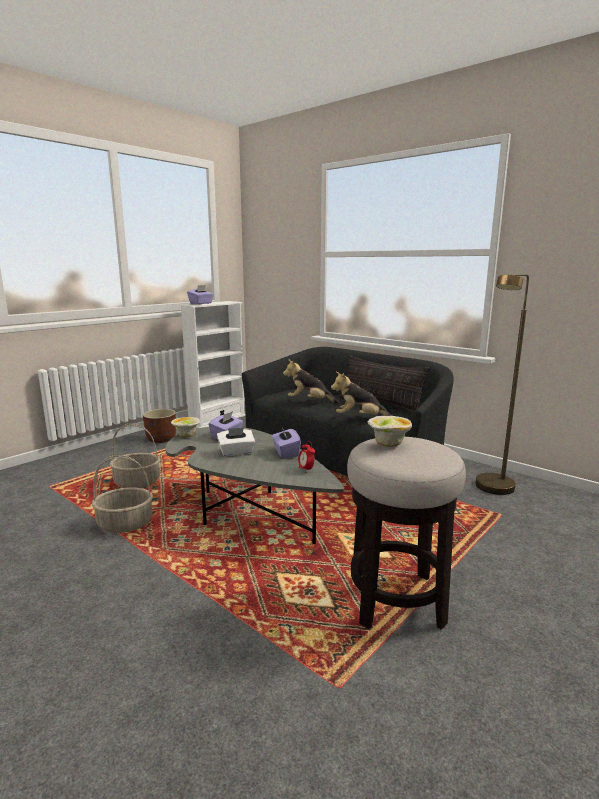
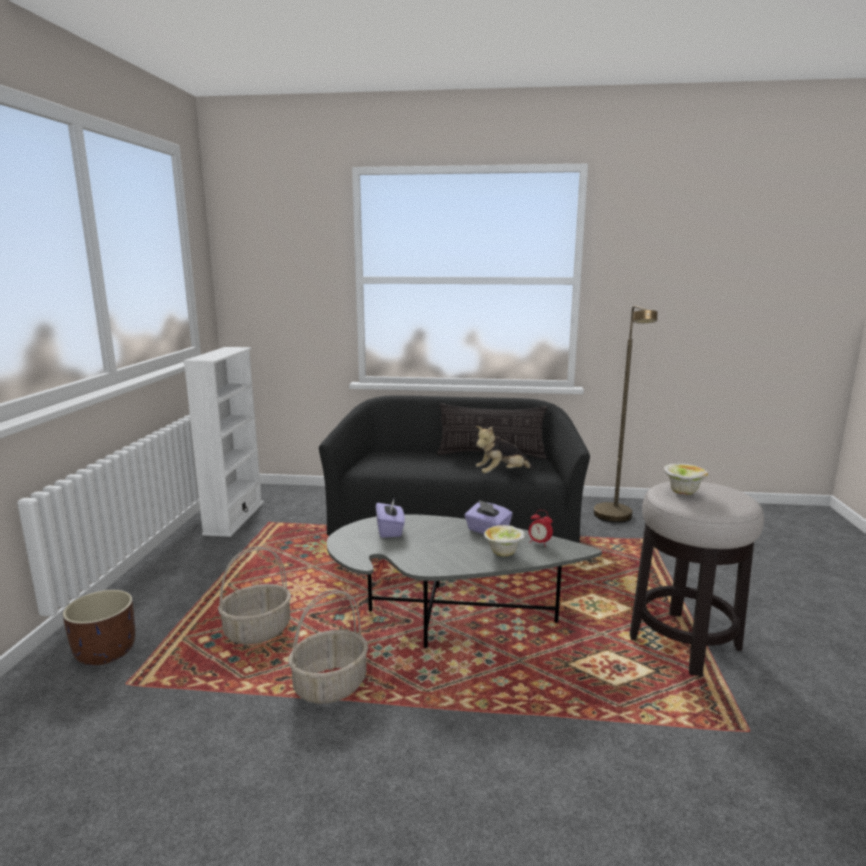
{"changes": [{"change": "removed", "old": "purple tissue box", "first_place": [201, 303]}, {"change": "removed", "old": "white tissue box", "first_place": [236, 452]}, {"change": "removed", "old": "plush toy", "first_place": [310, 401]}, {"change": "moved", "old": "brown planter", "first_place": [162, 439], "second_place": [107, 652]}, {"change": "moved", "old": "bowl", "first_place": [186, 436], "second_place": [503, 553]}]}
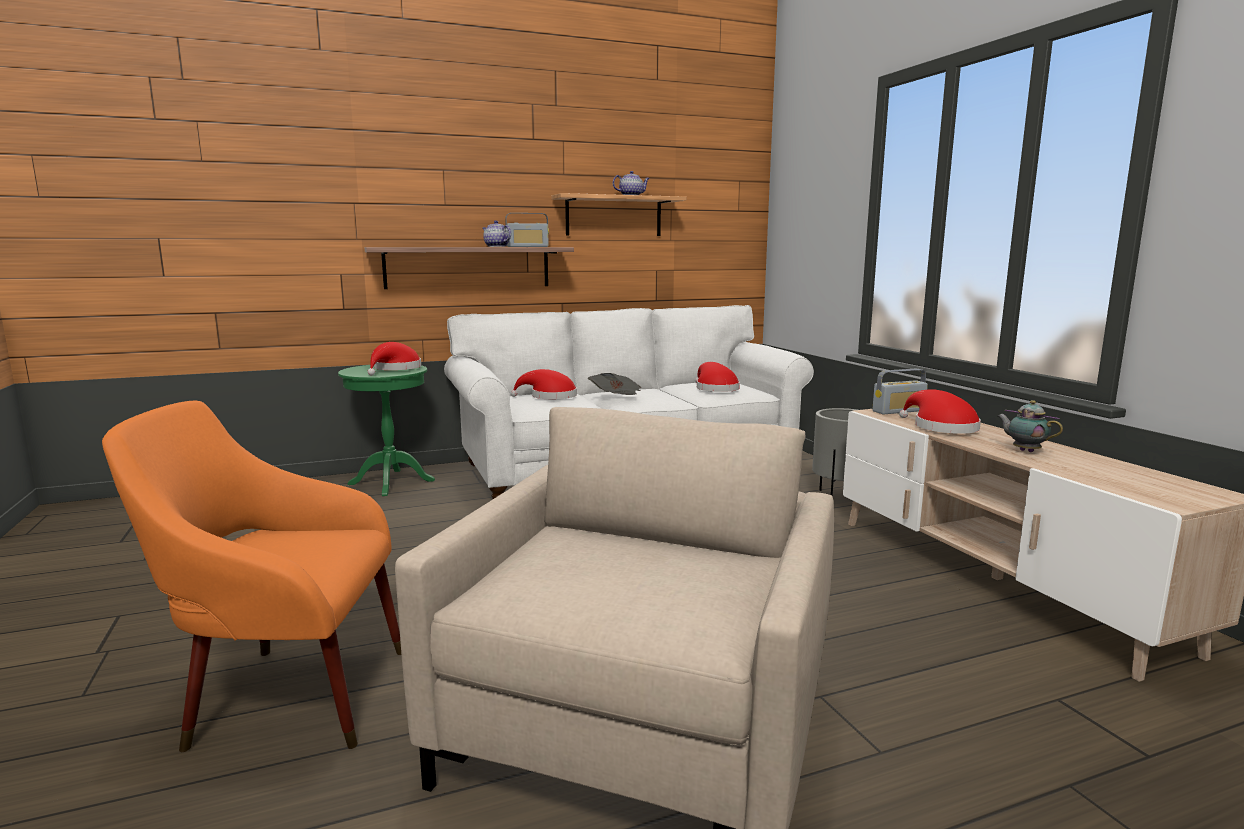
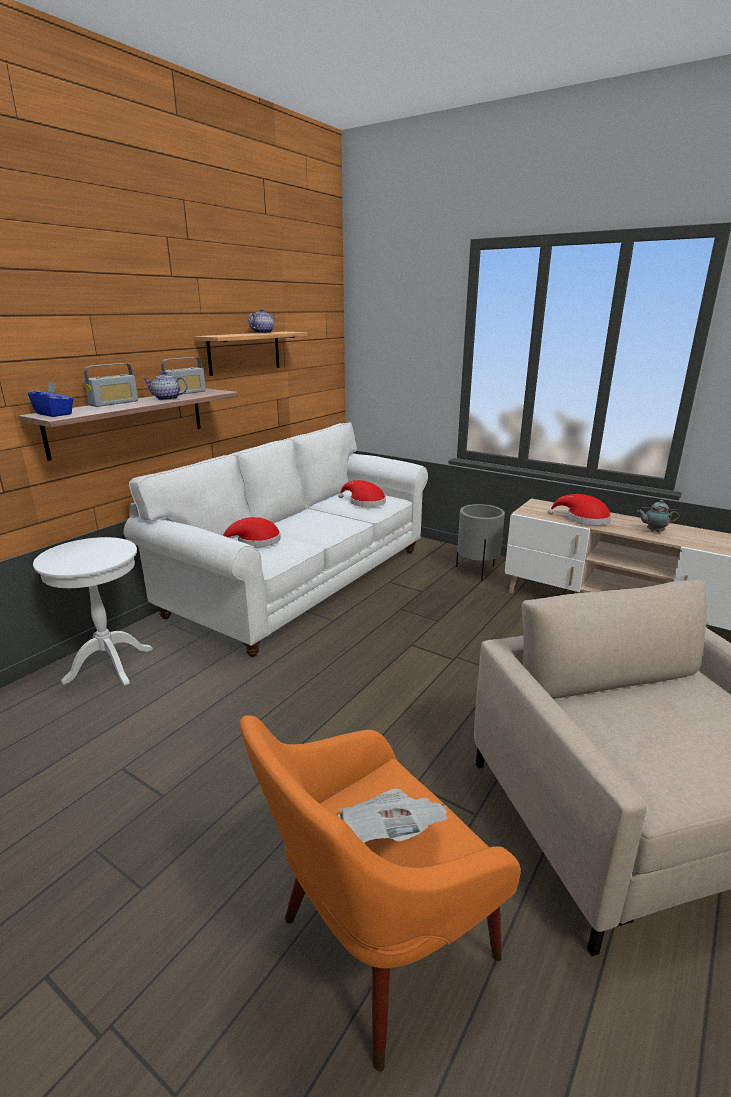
{"changes": [{"change": "removed", "old": "red hat", "first_place": [395, 369]}, {"change": "added", "new": "blue tissue box", "second_place": [54, 414]}, {"change": "moved", "old": "newspaper", "first_place": [616, 399], "second_place": [389, 835]}, {"change": "moved", "old": "radio", "first_place": [898, 411], "second_place": [114, 403]}, {"change": "recoloured", "old": "green side table", "new": "white side table", "first_place": [391, 482], "second_place": [109, 665]}]}
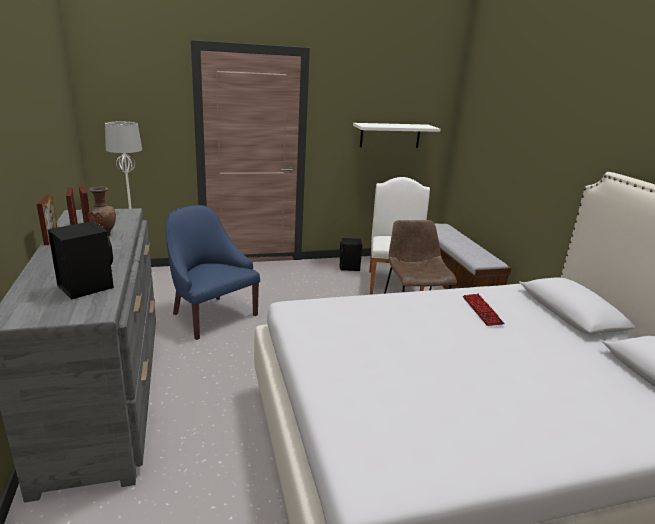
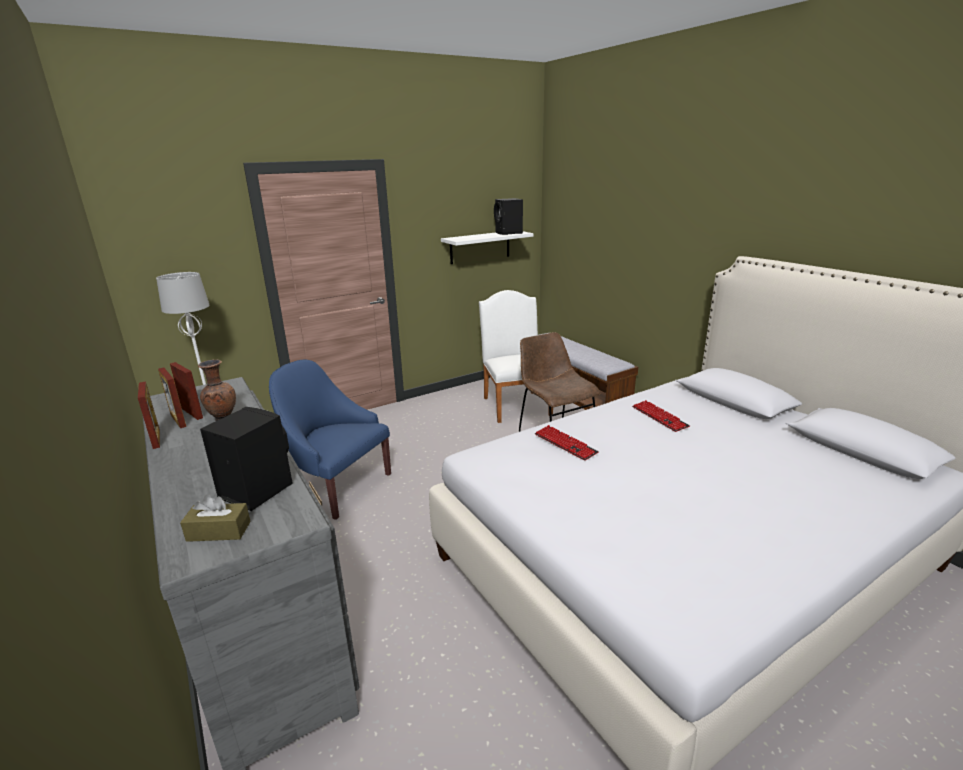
{"changes": [{"change": "added", "new": "brown tissue box", "second_place": [219, 531]}, {"change": "added", "new": "keyboard", "second_place": [565, 444]}, {"change": "moved", "old": "black speaker", "first_place": [349, 267], "second_place": [508, 233]}]}
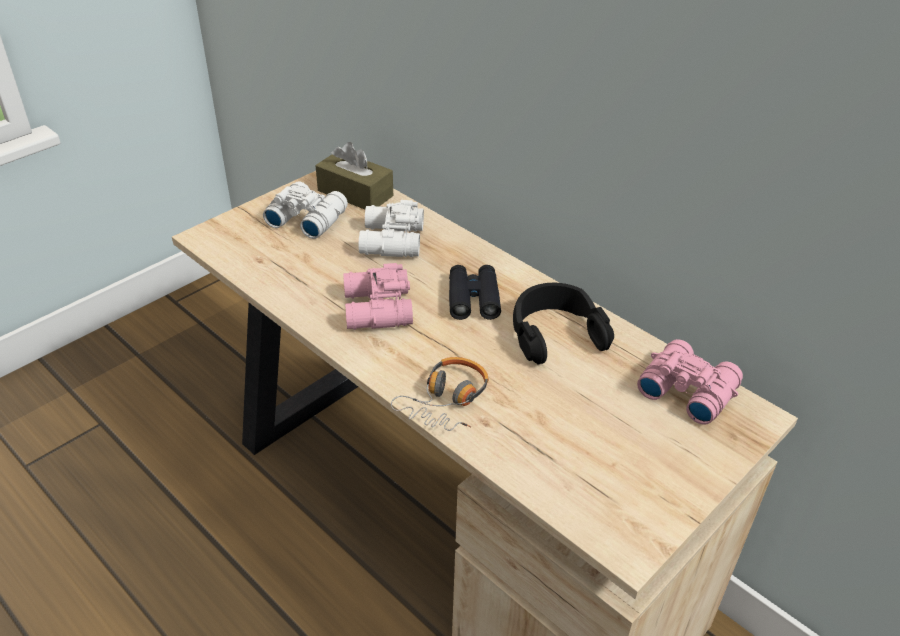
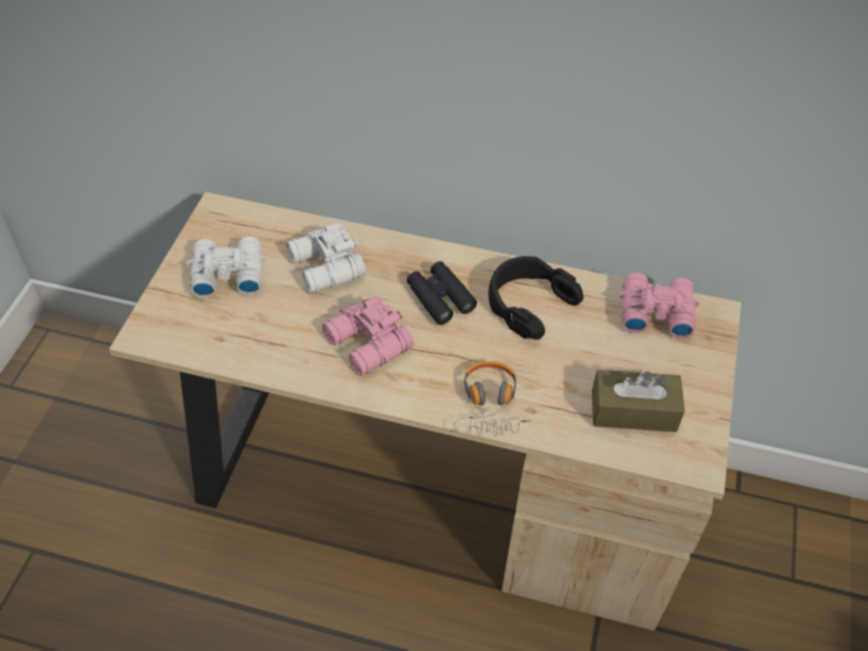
{"changes": [{"change": "moved", "old": "brown tissue box", "first_place": [355, 193], "second_place": [633, 411]}]}
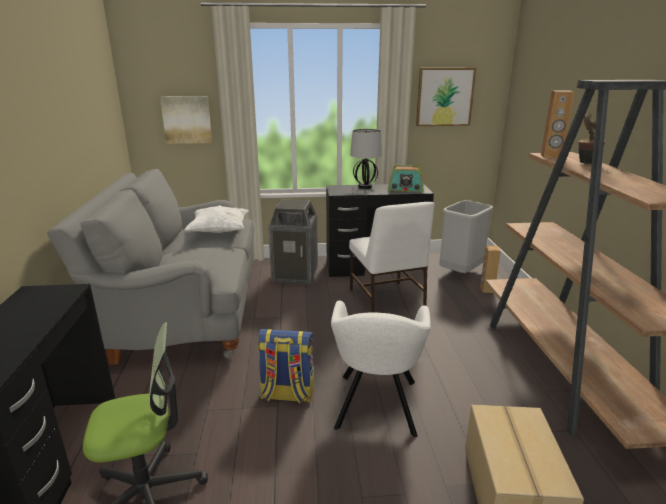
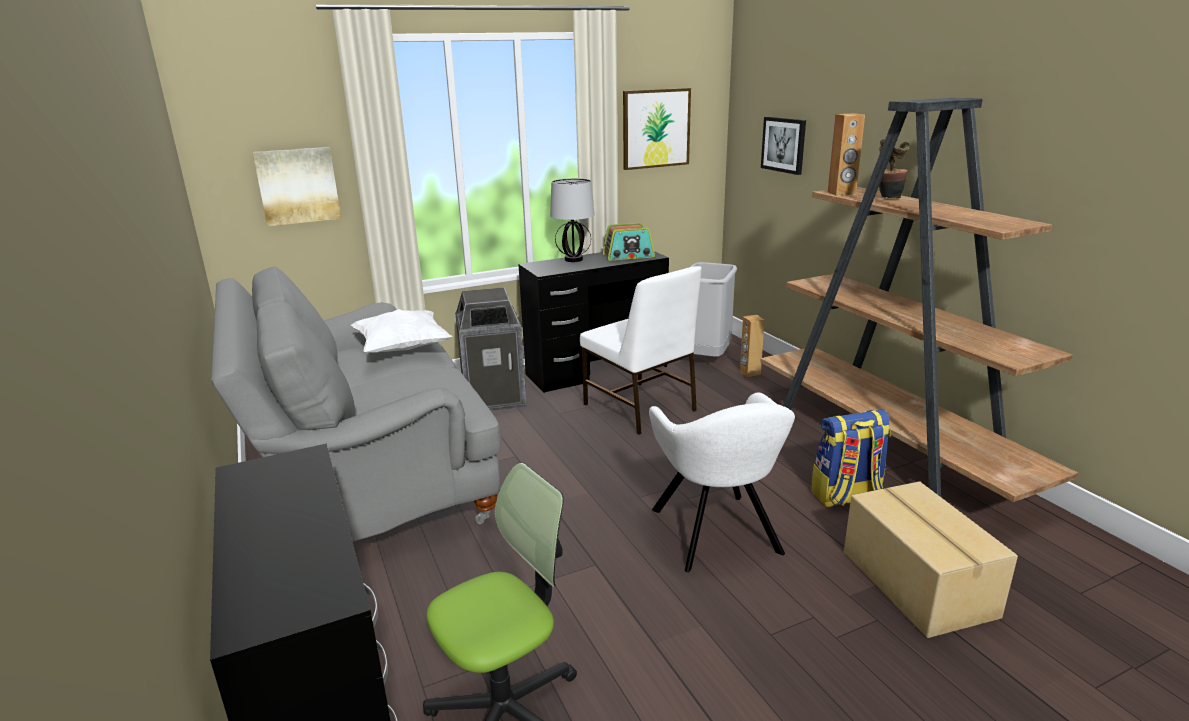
{"changes": [{"change": "added", "new": "picture", "second_place": [784, 145]}, {"change": "moved", "old": "backpack", "first_place": [287, 394], "second_place": [846, 496]}]}
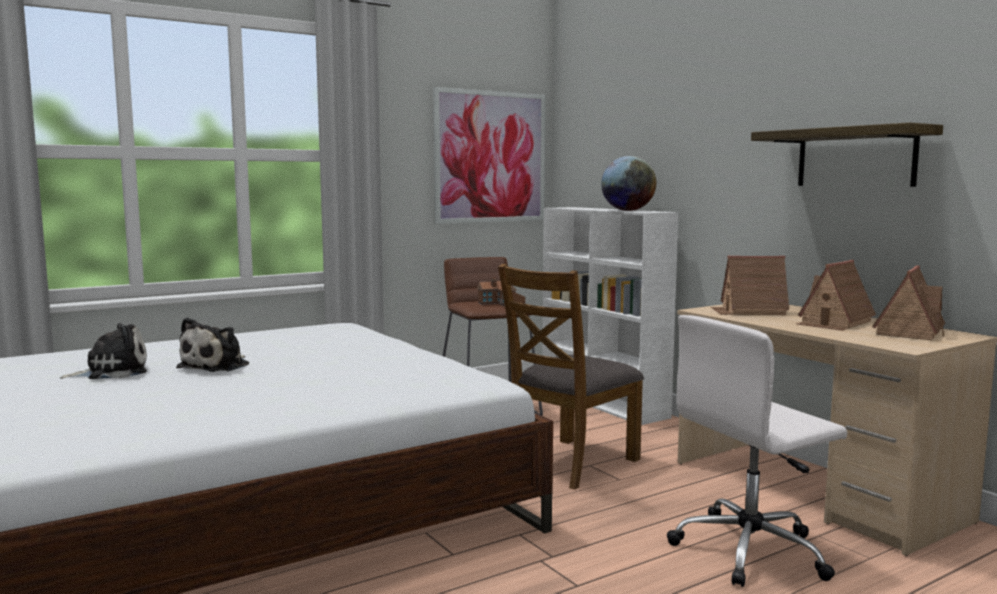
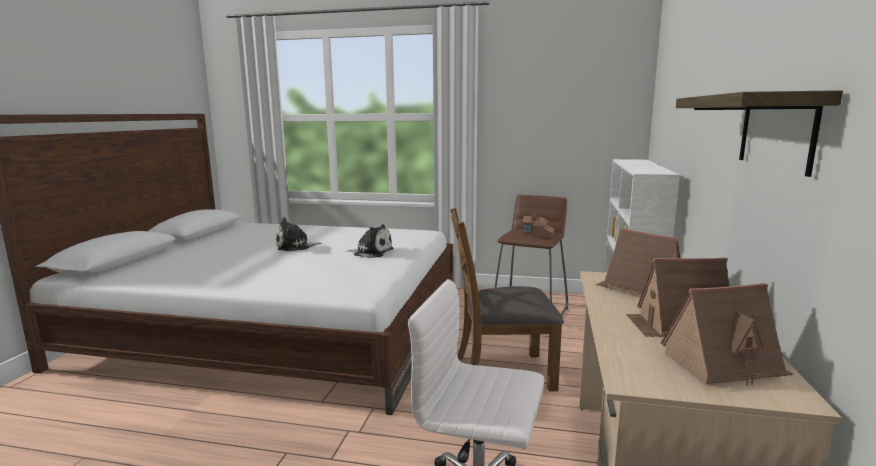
{"changes": [{"change": "removed", "old": "picture", "first_place": [490, 157]}, {"change": "removed", "old": "globe", "first_place": [627, 210]}, {"change": "moved", "old": "plush toy", "first_place": [112, 372], "second_place": [371, 252]}]}
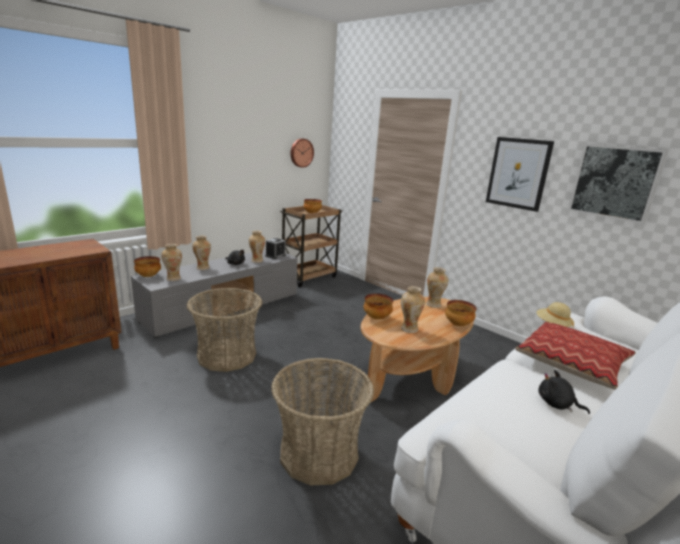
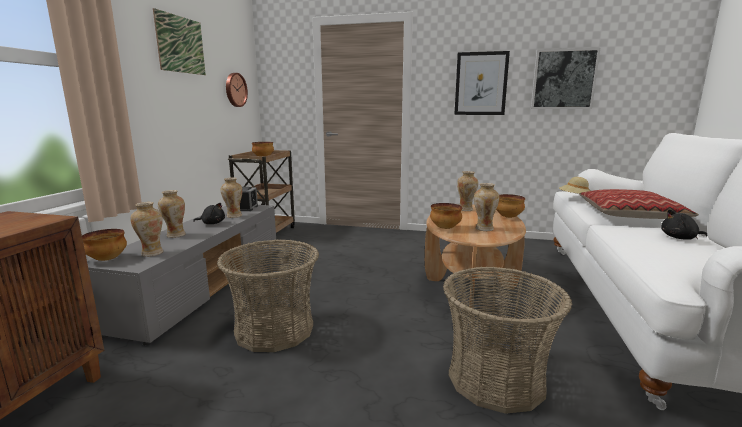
{"changes": [{"change": "added", "new": "picture", "second_place": [180, 44]}]}
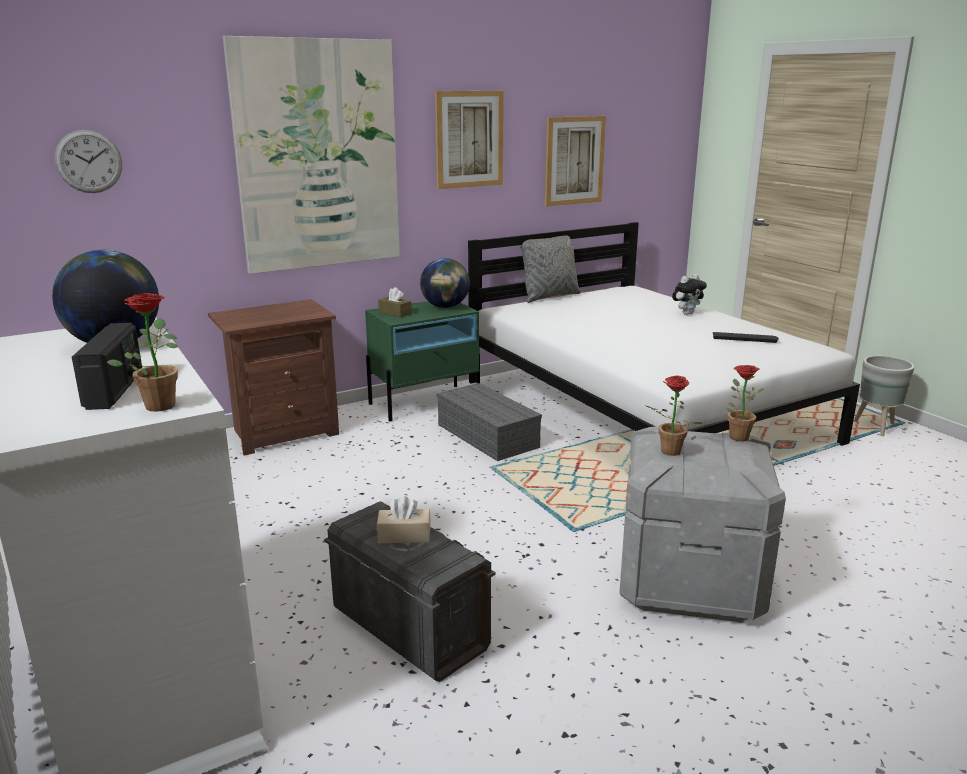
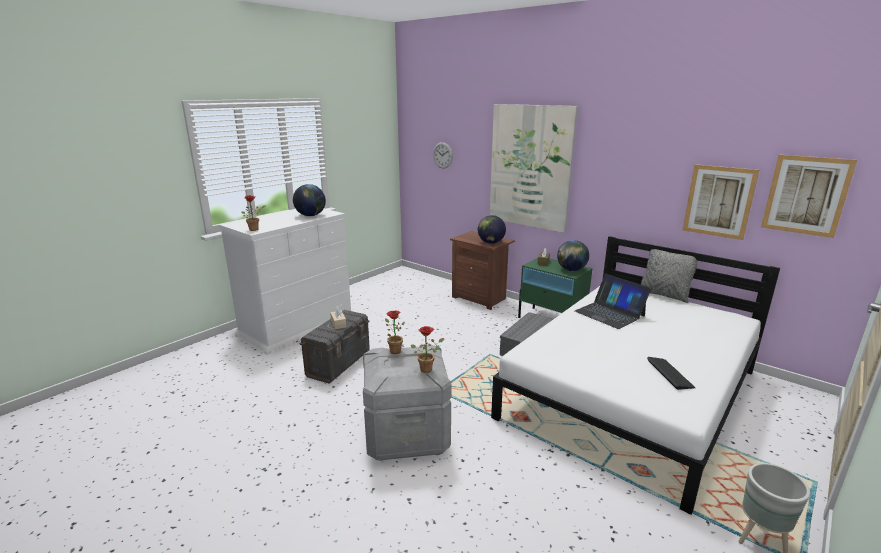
{"changes": [{"change": "removed", "old": "radio", "first_place": [115, 390]}, {"change": "removed", "old": "plush toy", "first_place": [687, 313]}, {"change": "added", "new": "globe", "second_place": [490, 242]}, {"change": "added", "new": "laptop", "second_place": [610, 313]}, {"change": "moved", "old": "picture", "first_place": [469, 139], "second_place": [806, 195]}]}
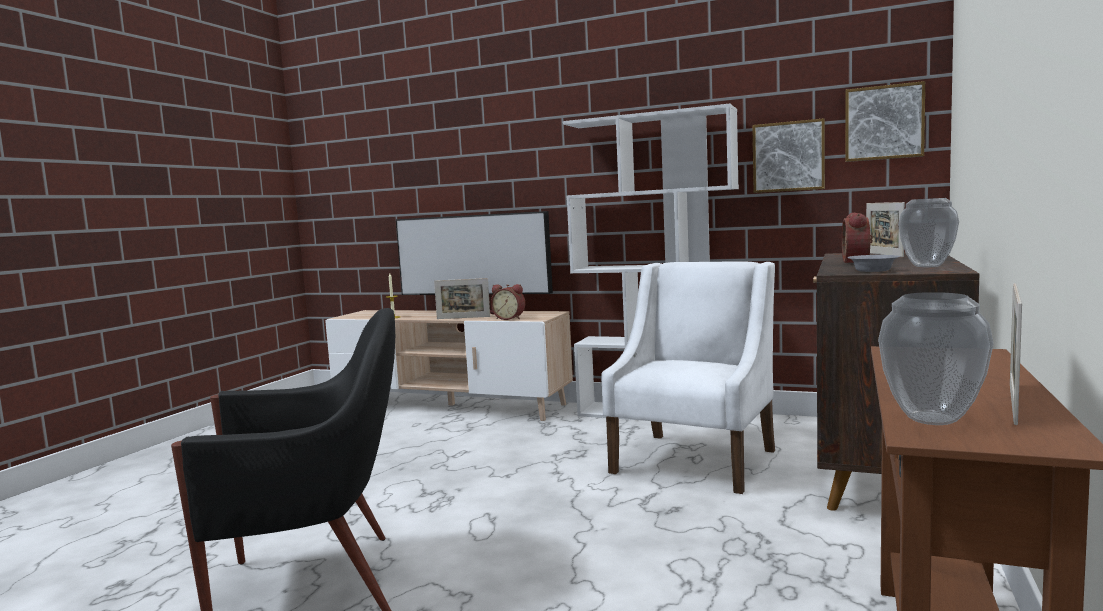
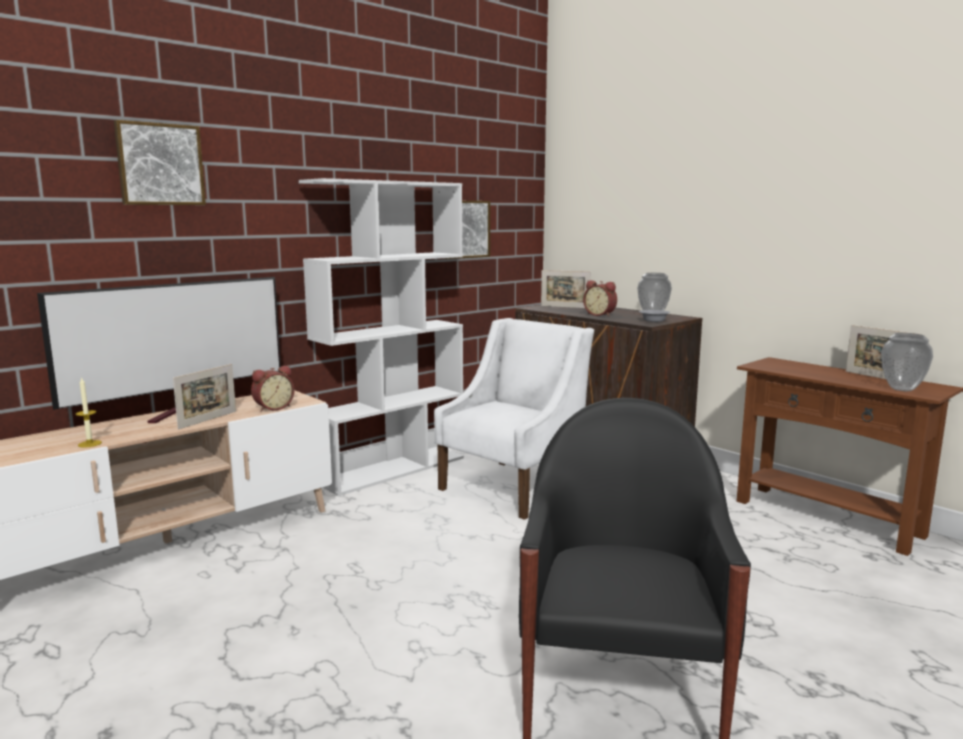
{"changes": [{"change": "moved", "old": "picture", "first_place": [883, 123], "second_place": [160, 164]}, {"change": "turned", "old": "white armchair", "first_place": [695, 460], "second_place": [514, 487], "degrees": 75}]}
